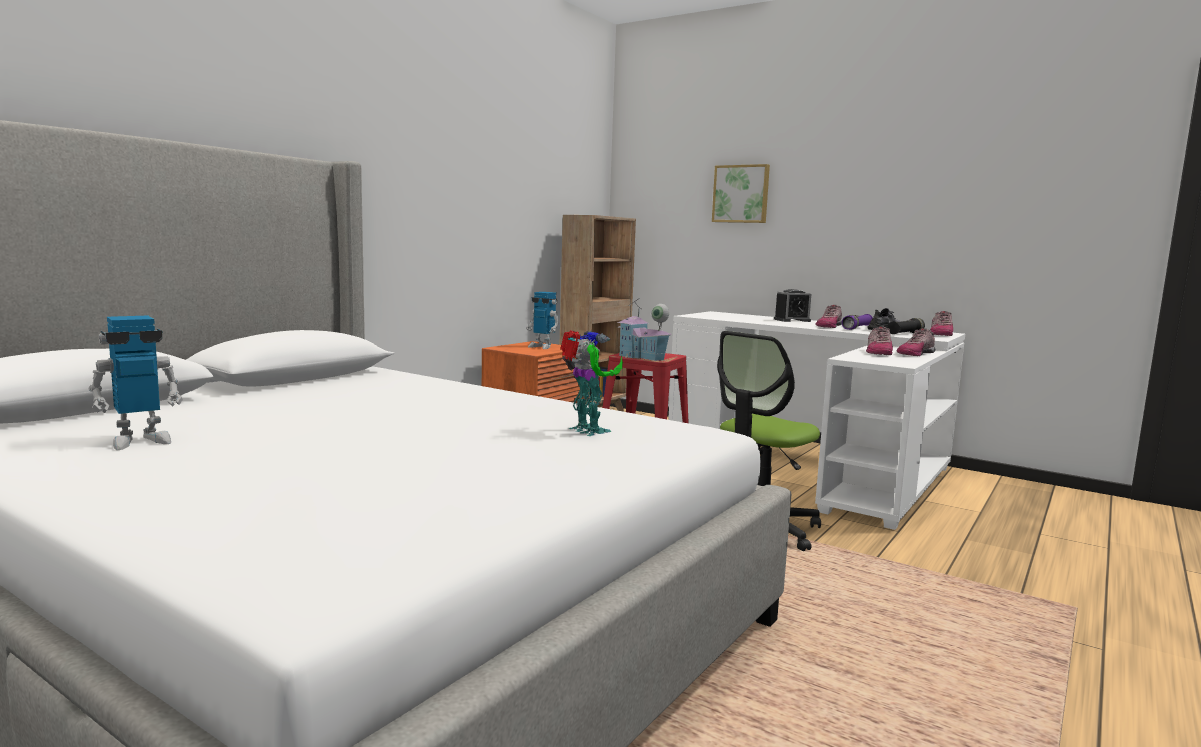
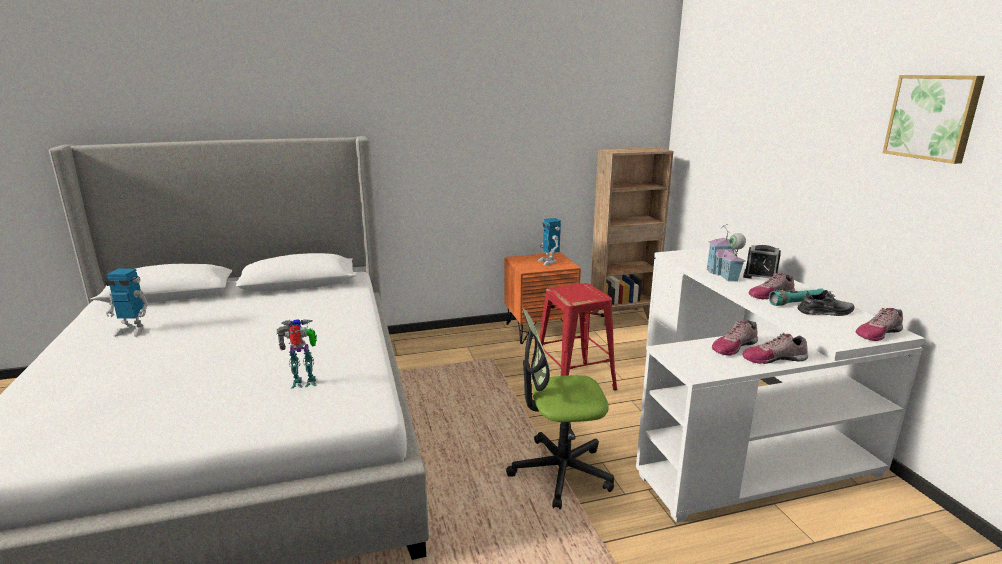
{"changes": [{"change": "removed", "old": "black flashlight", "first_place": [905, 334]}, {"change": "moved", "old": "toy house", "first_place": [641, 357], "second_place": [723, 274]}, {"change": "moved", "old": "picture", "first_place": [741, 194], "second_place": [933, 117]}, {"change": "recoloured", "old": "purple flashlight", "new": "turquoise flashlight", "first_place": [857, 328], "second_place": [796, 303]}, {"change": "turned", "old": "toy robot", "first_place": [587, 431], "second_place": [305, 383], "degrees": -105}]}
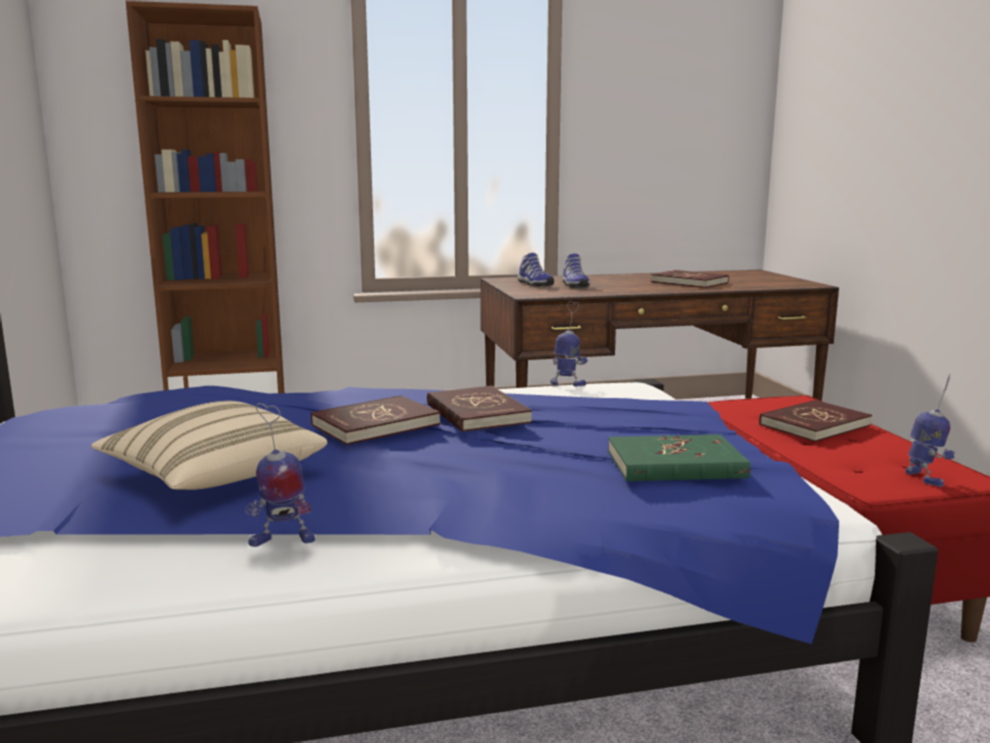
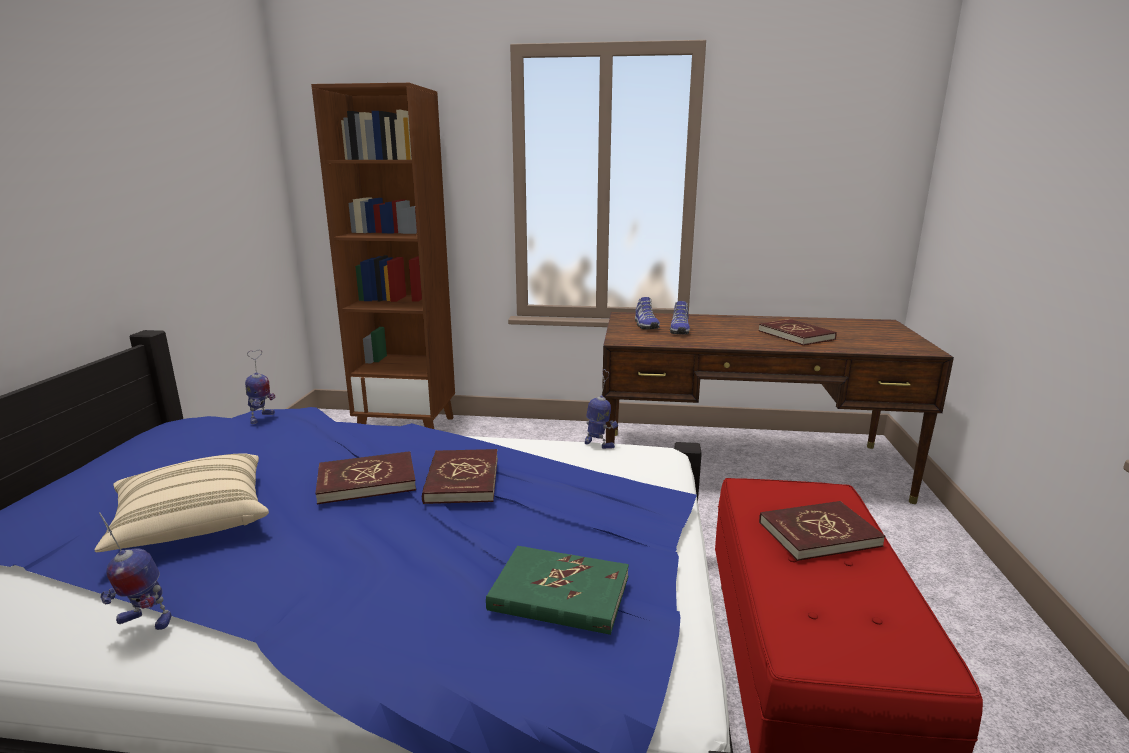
{"changes": [{"change": "moved", "old": "toy robot", "first_place": [925, 478], "second_place": [261, 418]}]}
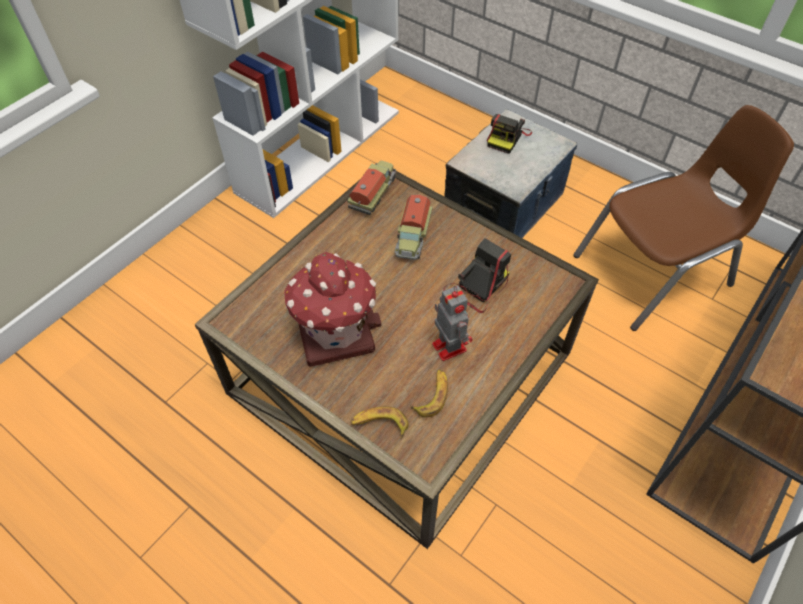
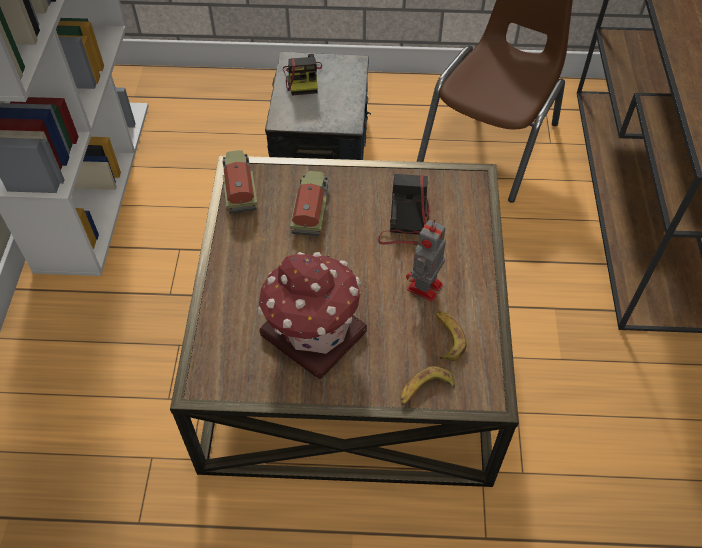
{"changes": [{"change": "turned", "old": "toy truck", "first_place": [412, 236], "second_place": [311, 209], "degrees": -150}, {"change": "turned", "old": "toy robot", "first_place": [448, 346], "second_place": [424, 288], "degrees": -90}]}
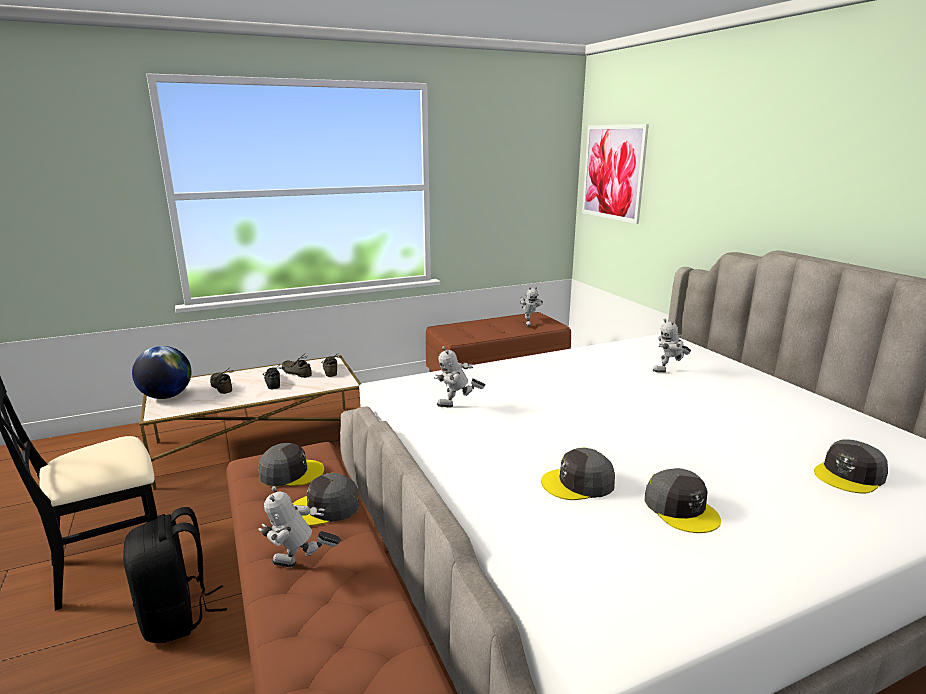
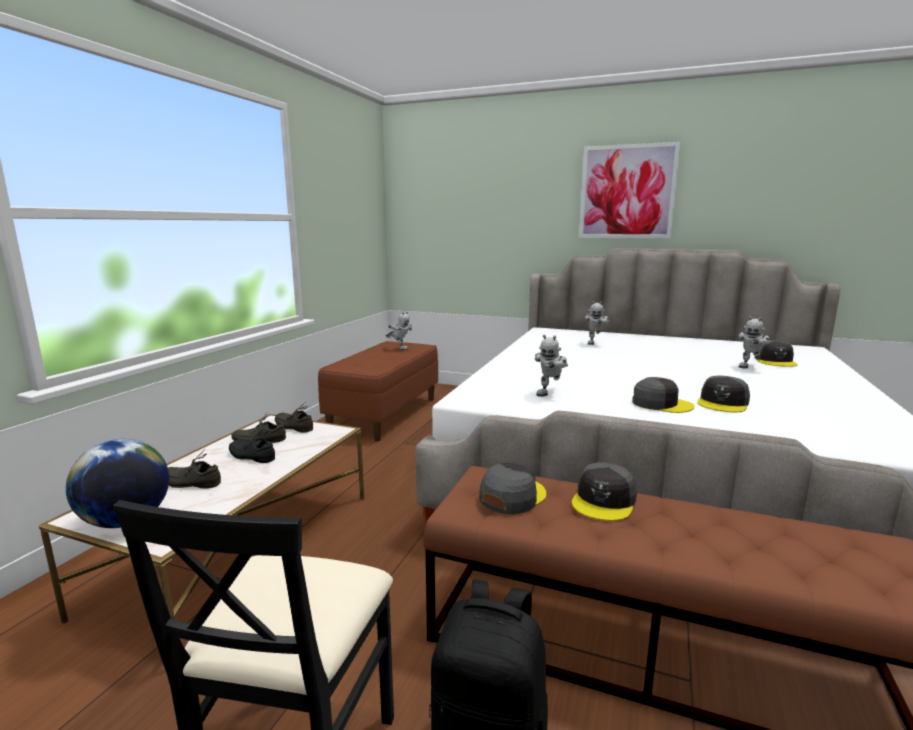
{"changes": [{"change": "moved", "old": "toy robot", "first_place": [301, 567], "second_place": [749, 367]}, {"change": "moved", "old": "picture", "first_place": [613, 172], "second_place": [627, 192]}, {"change": "moved", "old": "grey cap", "first_place": [681, 508], "second_place": [661, 404]}]}
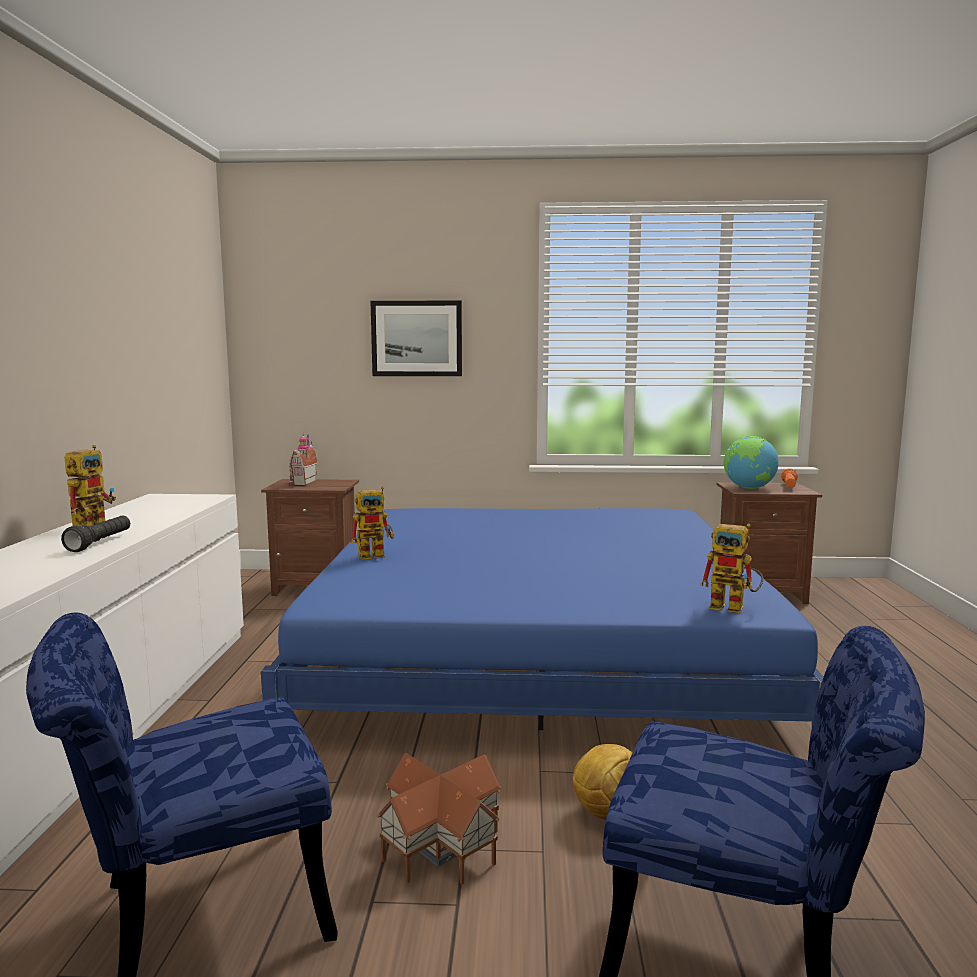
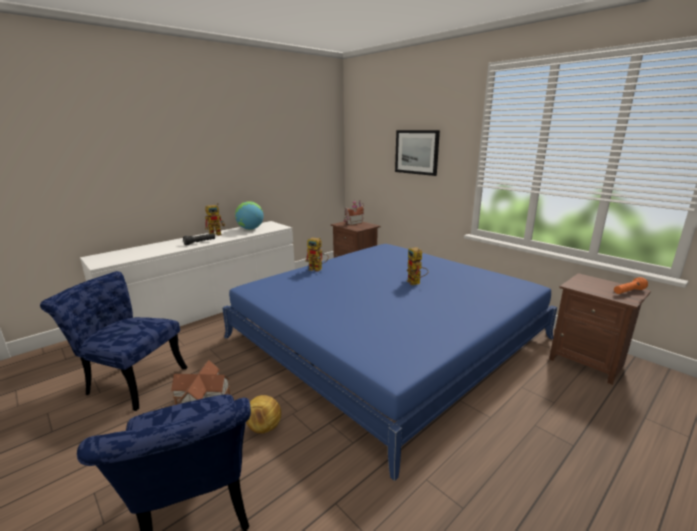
{"changes": [{"change": "moved", "old": "toy robot", "first_place": [734, 608], "second_place": [416, 283]}, {"change": "moved", "old": "globe", "first_place": [749, 488], "second_place": [250, 229]}]}
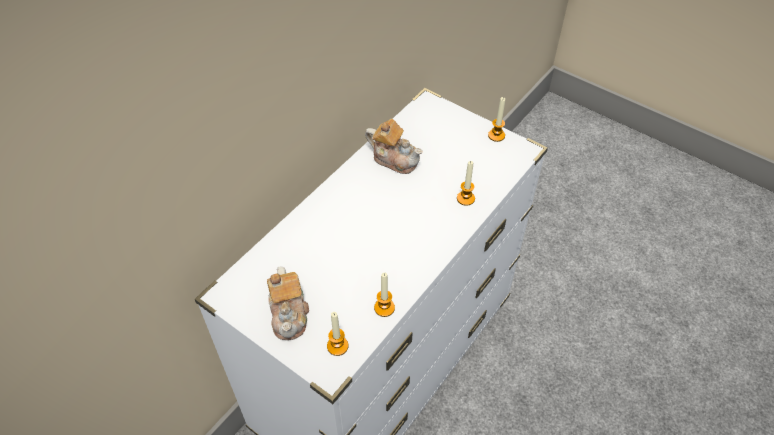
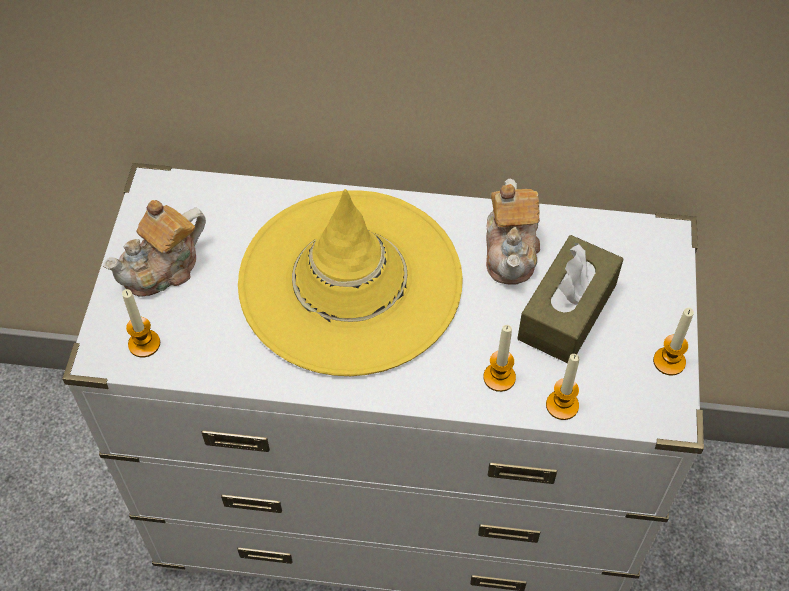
{"changes": [{"change": "added", "new": "yellow hat", "second_place": [350, 282]}, {"change": "added", "new": "brown tissue box", "second_place": [567, 312]}, {"change": "moved", "old": "candle", "first_place": [384, 308], "second_place": [562, 405]}]}
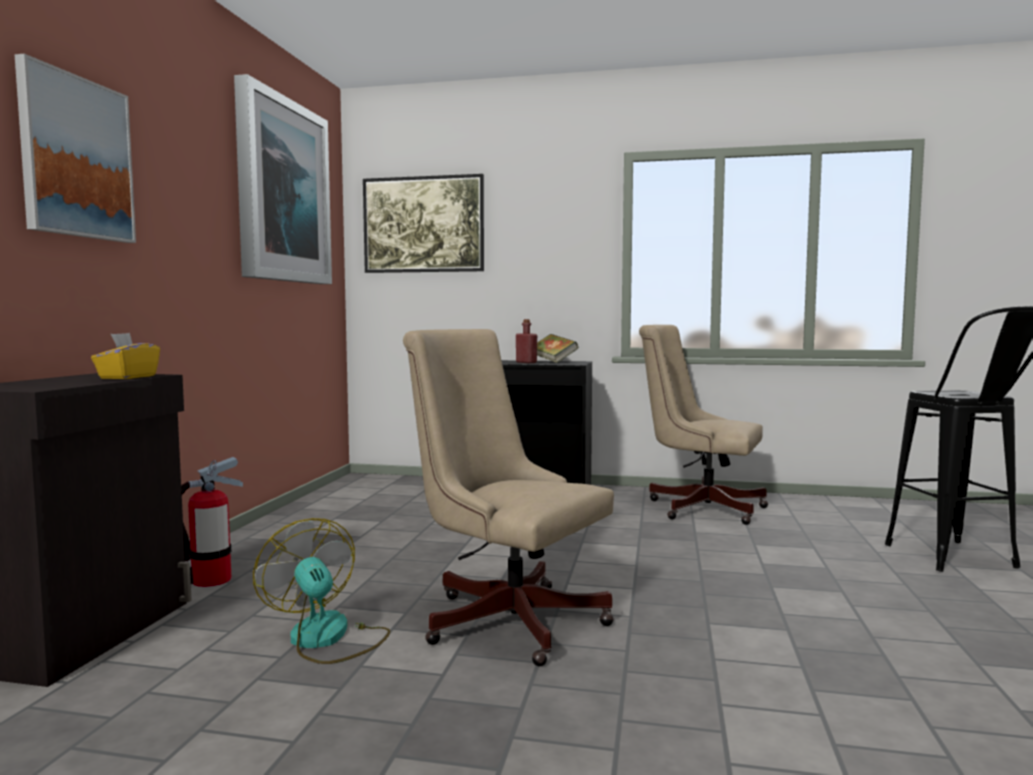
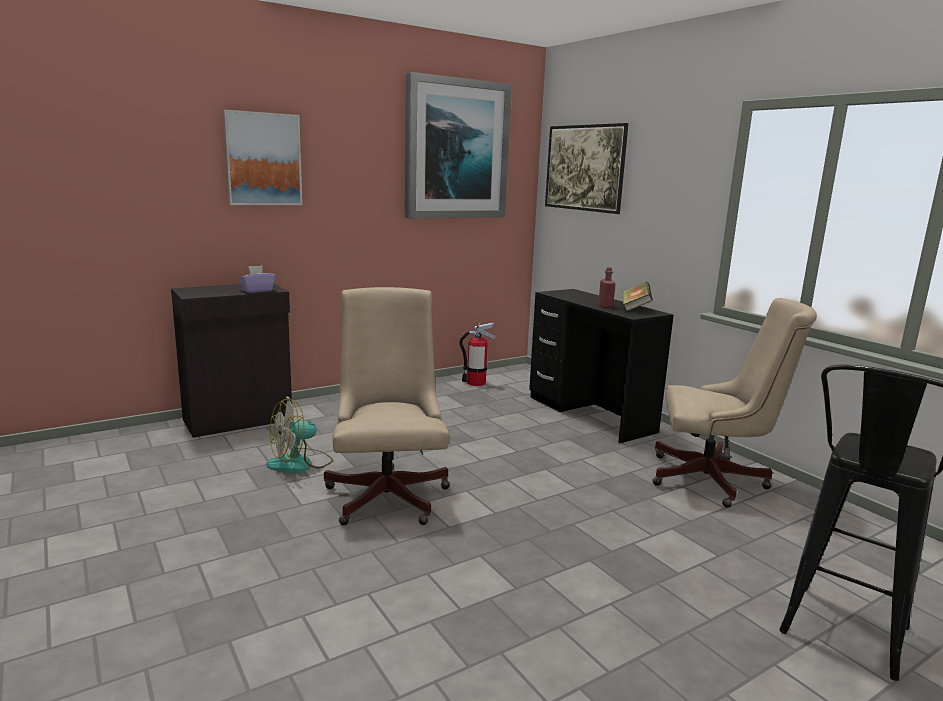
{"changes": [{"change": "moved", "old": "fire extinguisher", "first_place": [211, 580], "second_place": [476, 383]}, {"change": "recoloured", "old": "yellow tissue box", "new": "purple tissue box", "first_place": [127, 377], "second_place": [257, 290]}, {"change": "turned", "old": "fan", "first_place": [327, 639], "second_place": [300, 463], "degrees": -135}, {"change": "turned", "old": "beige office chair", "first_place": [699, 507], "second_place": [714, 481], "degrees": 120}]}
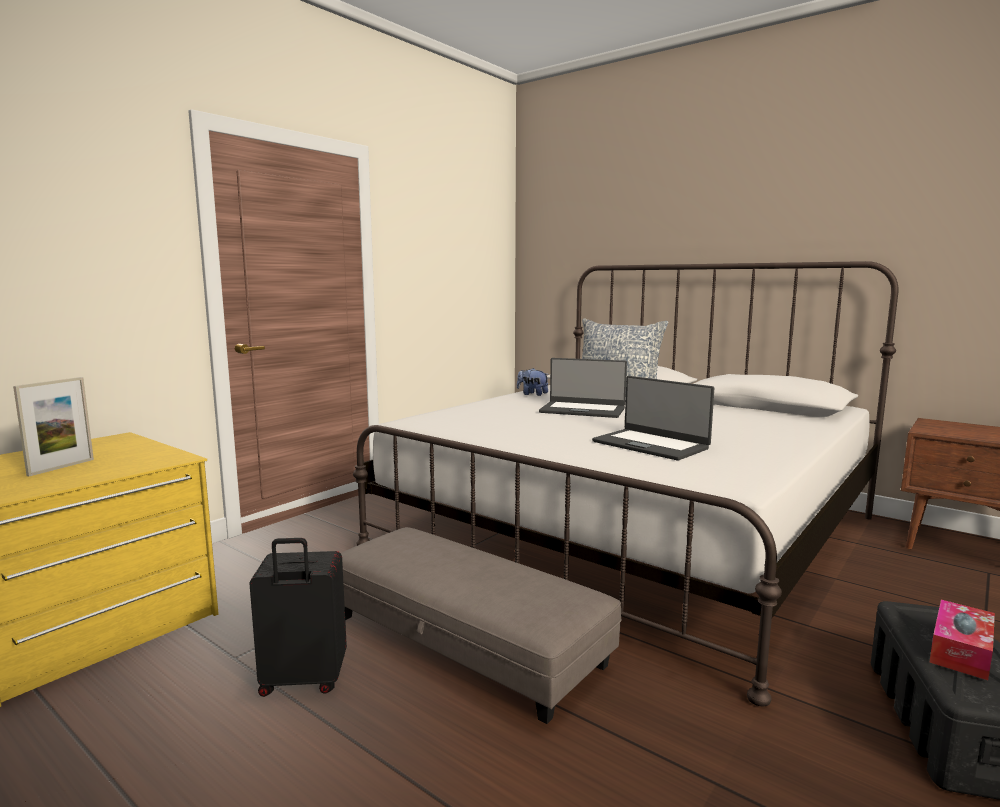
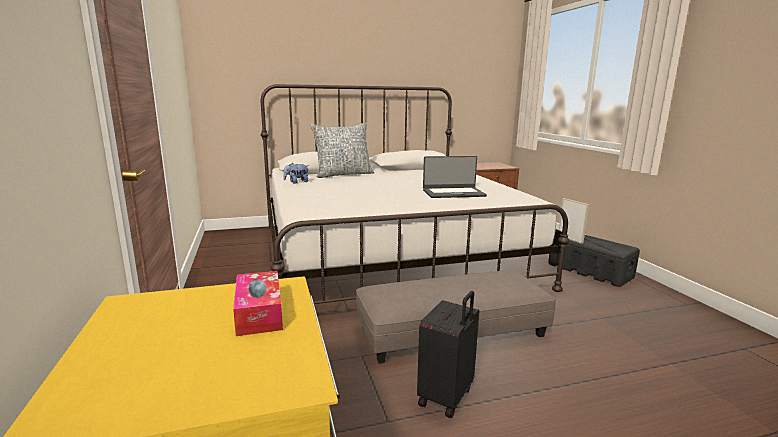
{"changes": [{"change": "removed", "old": "laptop", "first_place": [582, 410]}, {"change": "moved", "old": "picture frame", "first_place": [61, 467], "second_place": [570, 239]}, {"change": "moved", "old": "tissue box", "first_place": [960, 650], "second_place": [259, 312]}]}
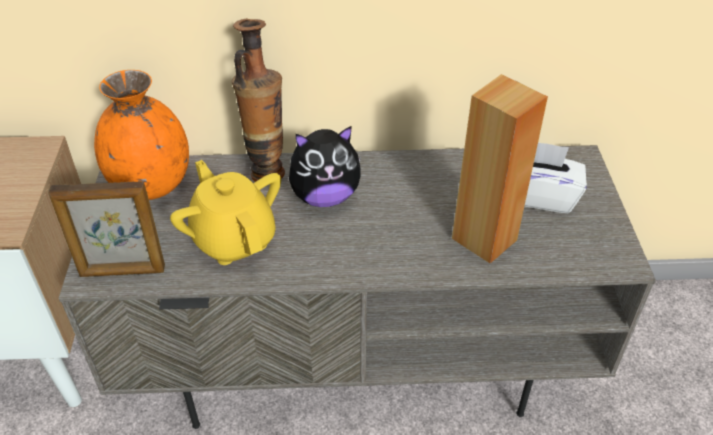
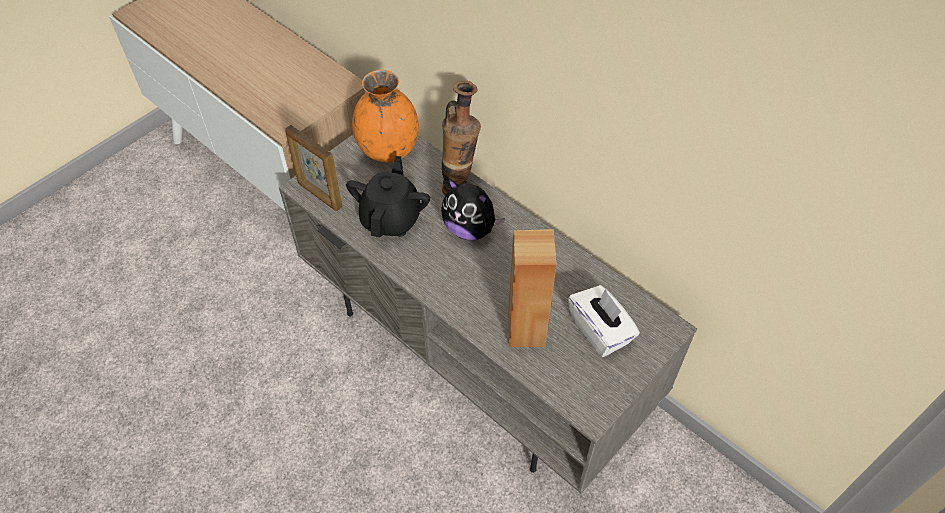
{"changes": [{"change": "recoloured", "old": "yellow teapot", "new": "black teapot", "first_place": [234, 239], "second_place": [391, 218]}]}
